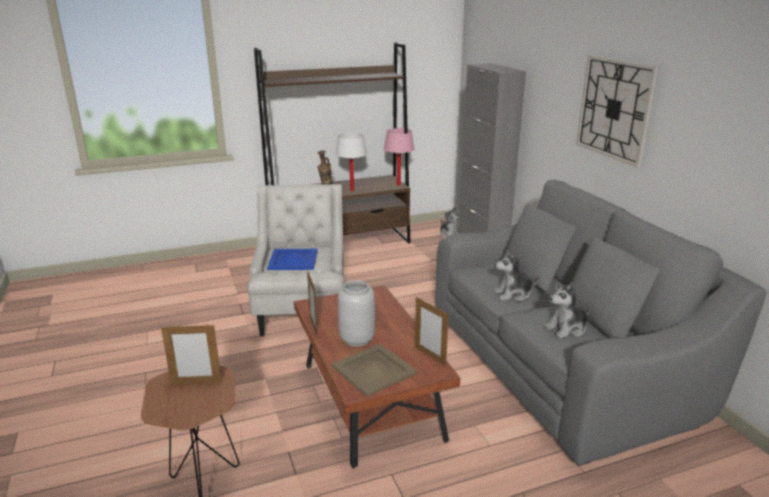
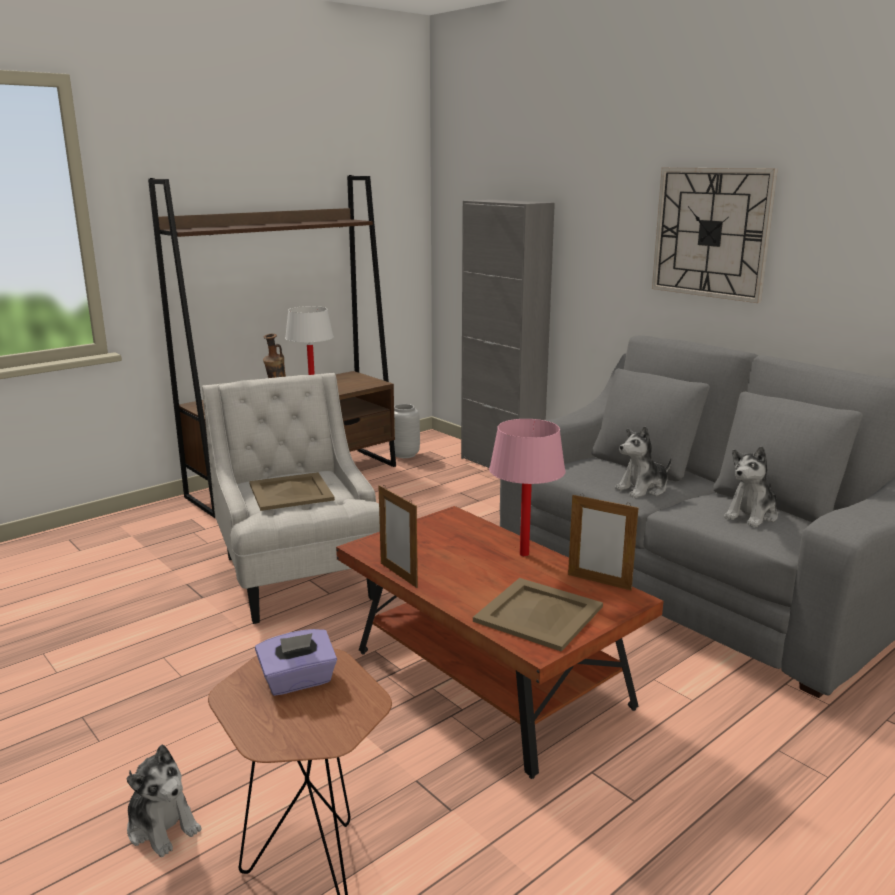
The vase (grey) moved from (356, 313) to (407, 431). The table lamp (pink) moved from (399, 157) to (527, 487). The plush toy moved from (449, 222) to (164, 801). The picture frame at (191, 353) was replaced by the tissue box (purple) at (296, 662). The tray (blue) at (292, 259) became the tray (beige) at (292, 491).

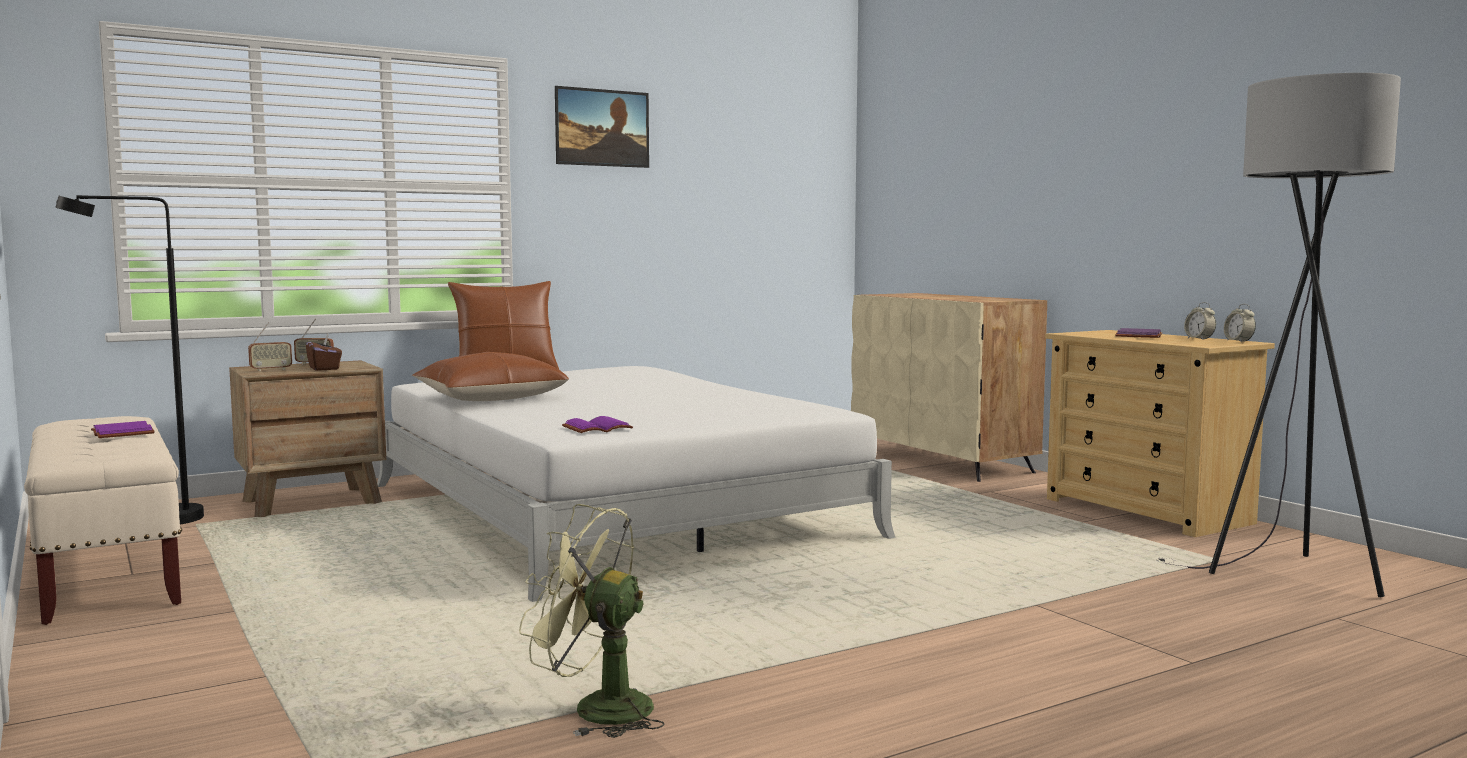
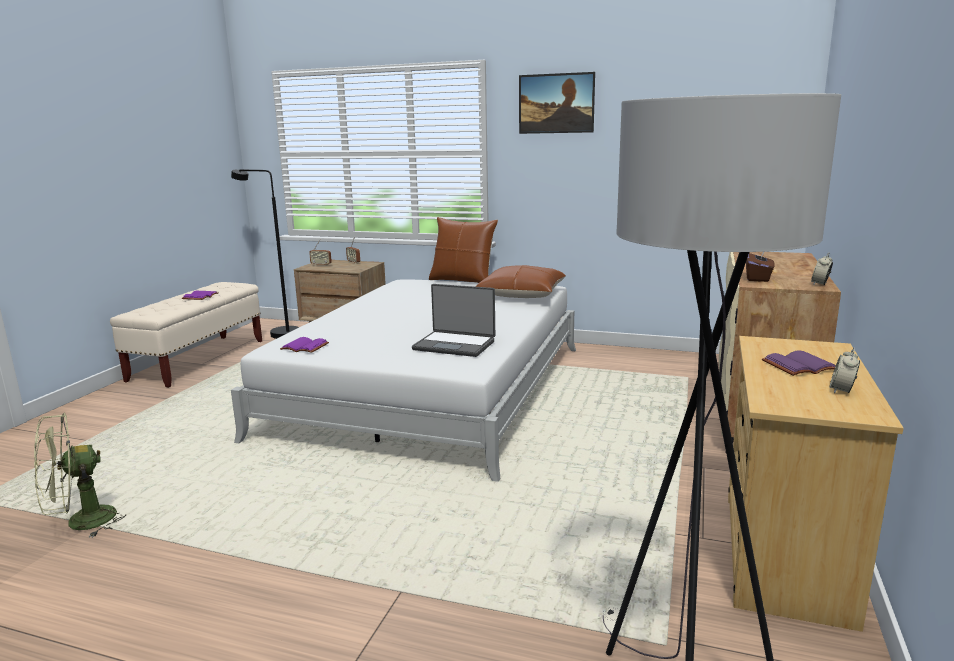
The laptop at (453, 320) appeared. The tissue box (brown) moved from (324, 352) to (760, 267). The pillow (brown) moved from (490, 376) to (521, 281). The alarm clock moved from (1240, 323) to (822, 268). The fan (green) at (592, 621) turned 105 degrees counterclockwise.

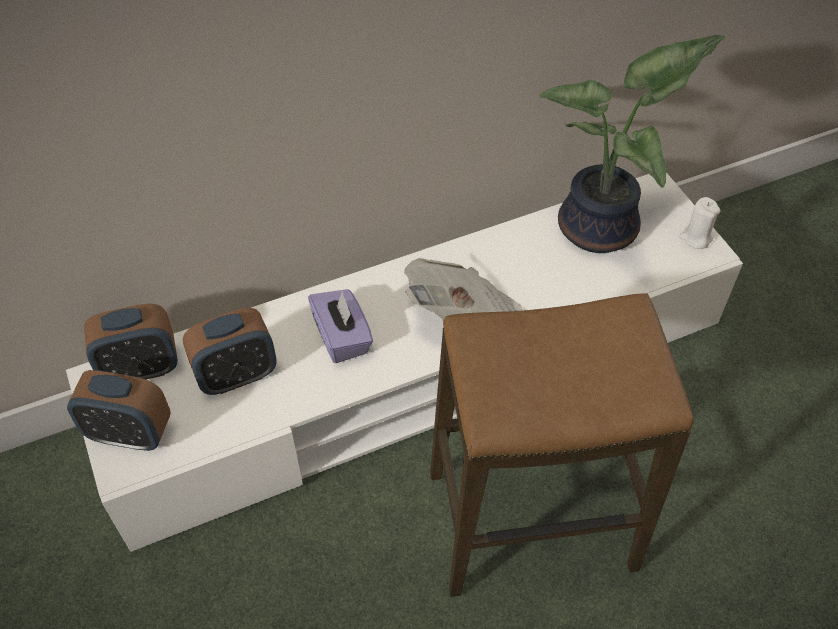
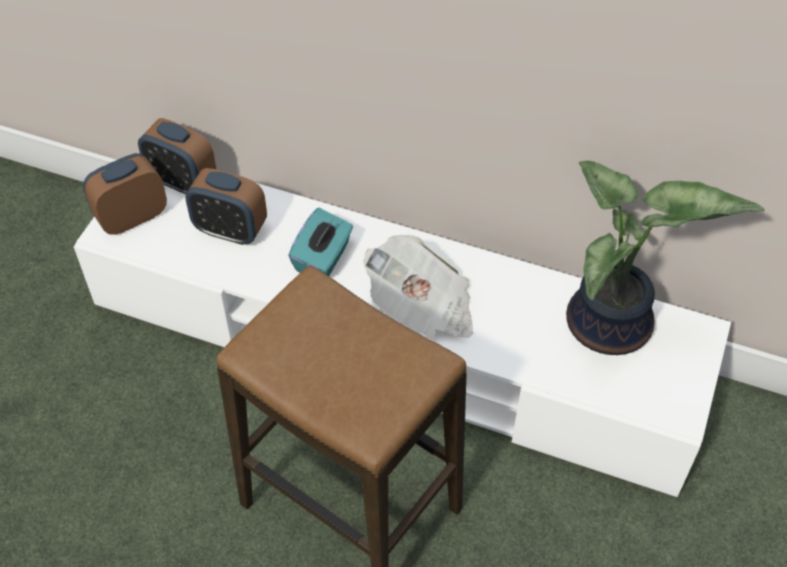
The candle (white) at (700, 223) disappeared. The tissue box (purple) at (340, 326) became the tissue box (turquoise) at (320, 242). The alarm clock at (119, 410) turned 90 degrees clockwise.

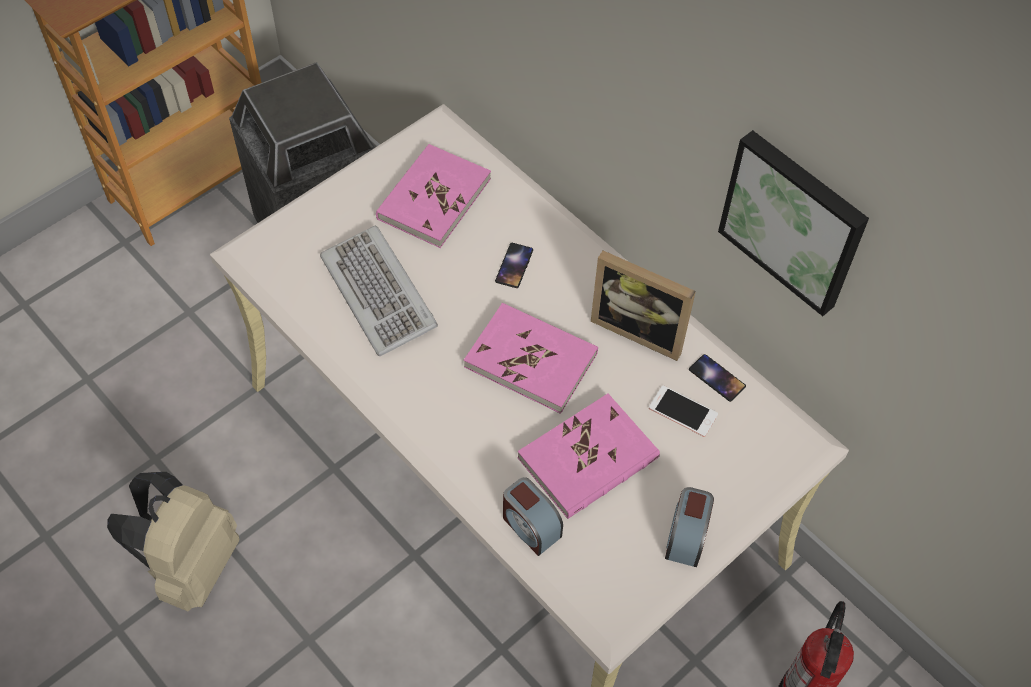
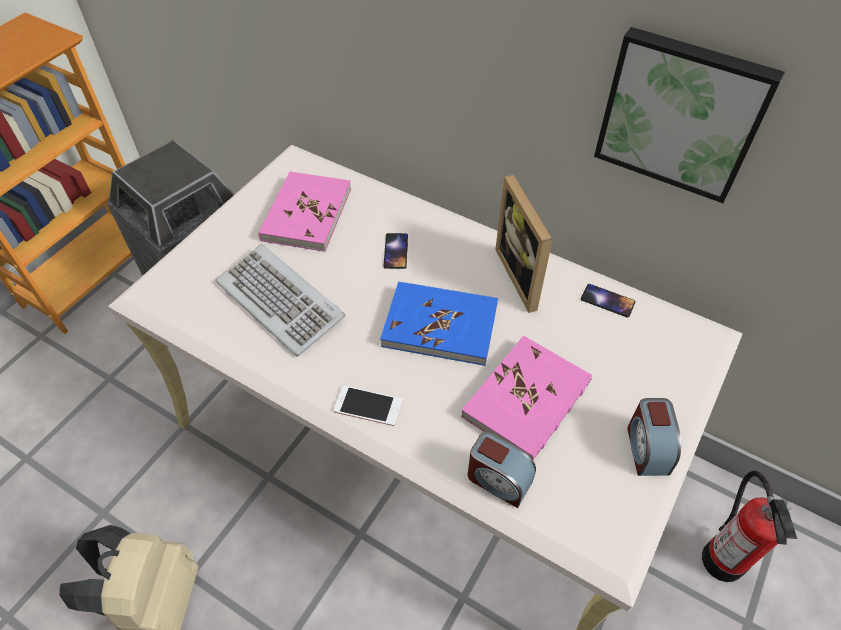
The phone moved from (683, 411) to (368, 406). The book (pink) at (531, 358) became the book (blue) at (439, 324). The picture frame at (643, 306) turned 60 degrees clockwise.

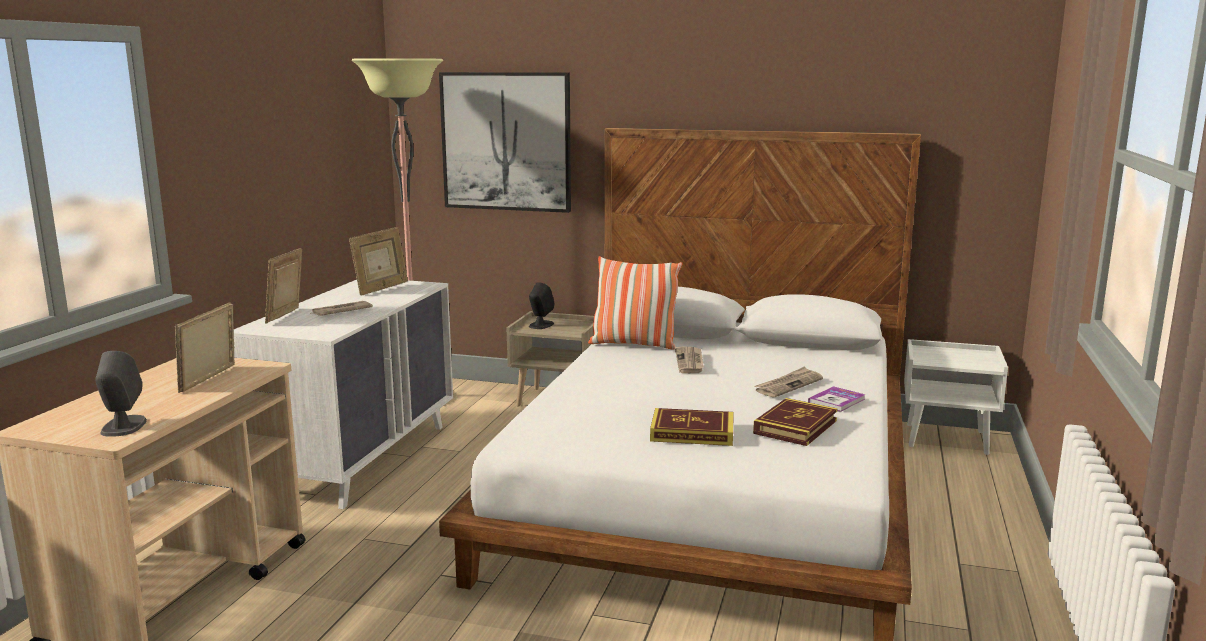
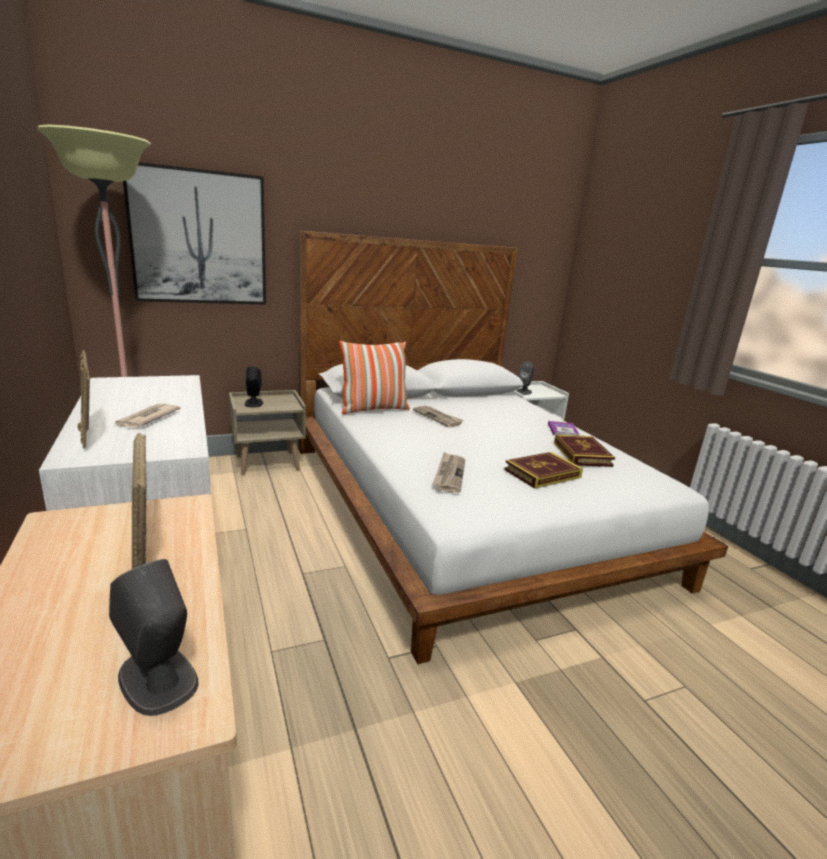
The picture frame at (378, 261) disappeared. The speaker (grey) at (525, 378) appeared. The newspaper moved from (788, 381) to (449, 472).

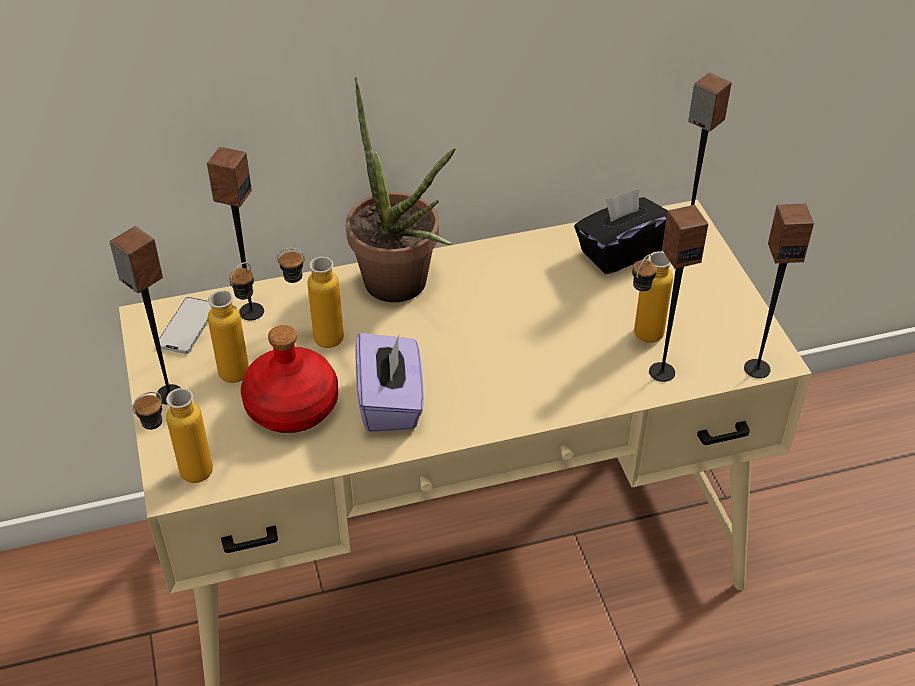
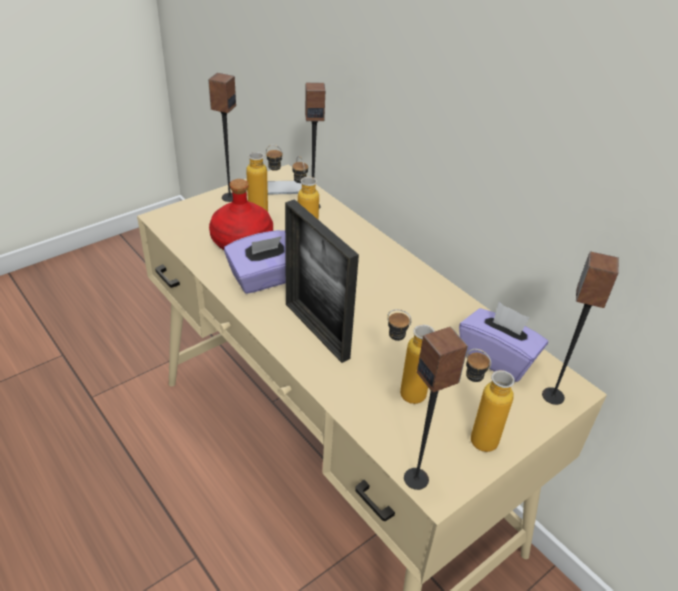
The potted plant at (401, 190) disappeared. The speaker at (678, 293) disappeared. The picture frame at (322, 281) appeared. The bottle moved from (172, 435) to (490, 400). The tissue box (black) at (621, 231) became the tissue box (purple) at (503, 342).

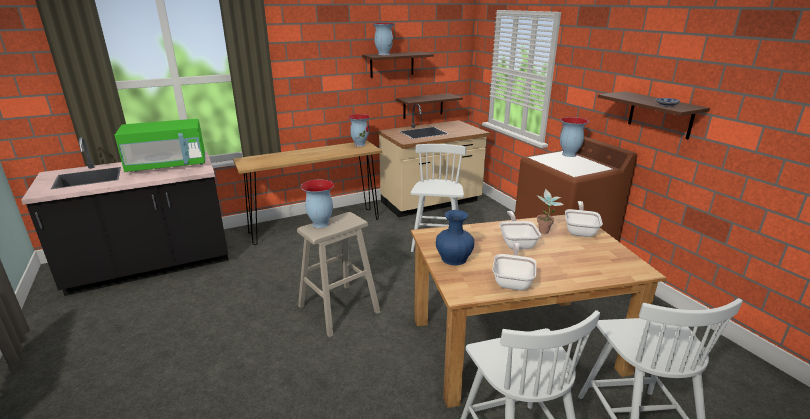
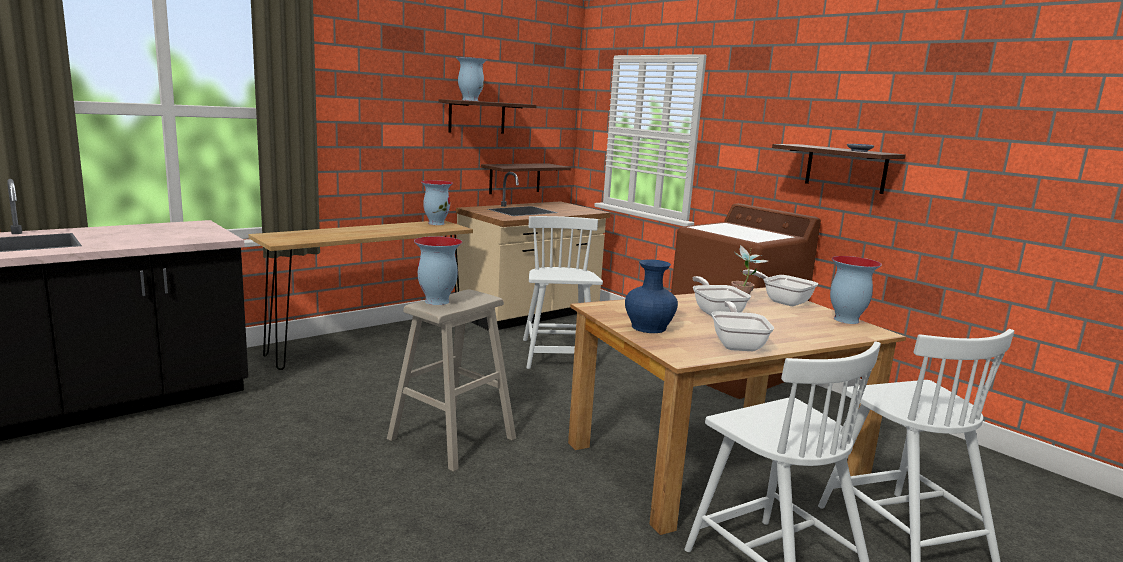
The microwave (green) at (160, 145) disappeared. The vase moved from (574, 137) to (856, 290). The frying pan at (584, 219) turned 45 degrees counterclockwise.

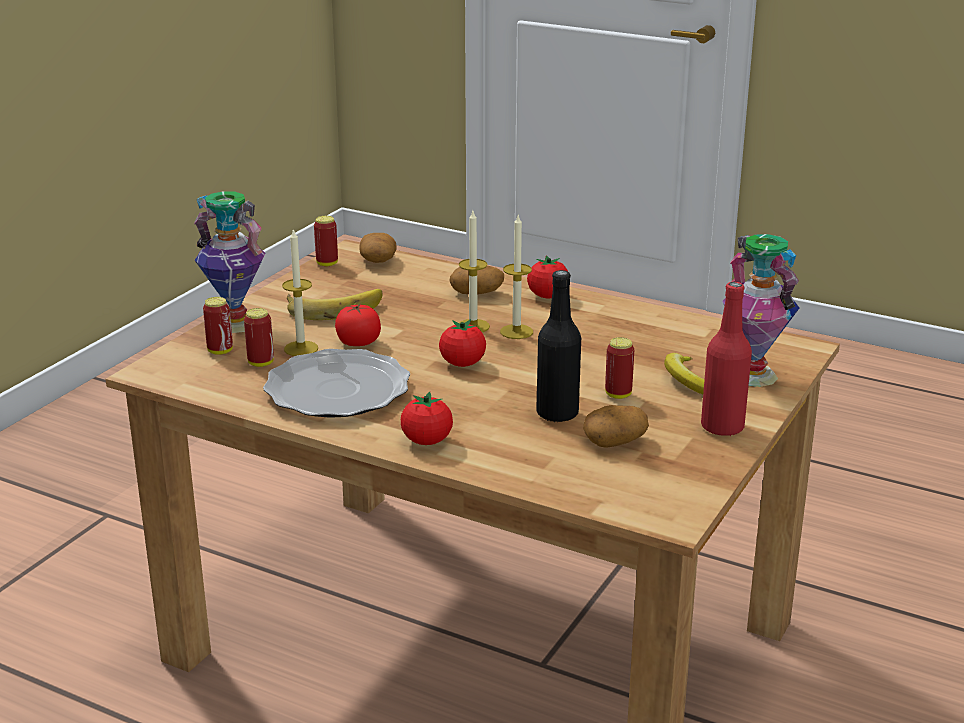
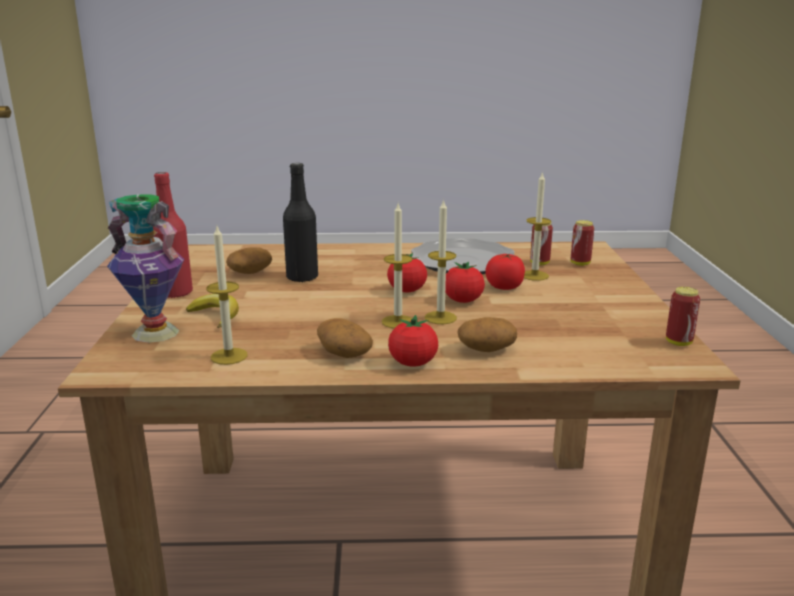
The vase at (229, 262) disappeared. The banana at (335, 304) disappeared. The can at (619, 368) disappeared. The candle at (227, 294) appeared. The potato moved from (378, 248) to (345, 338). The tomato moved from (427, 418) to (465, 282).

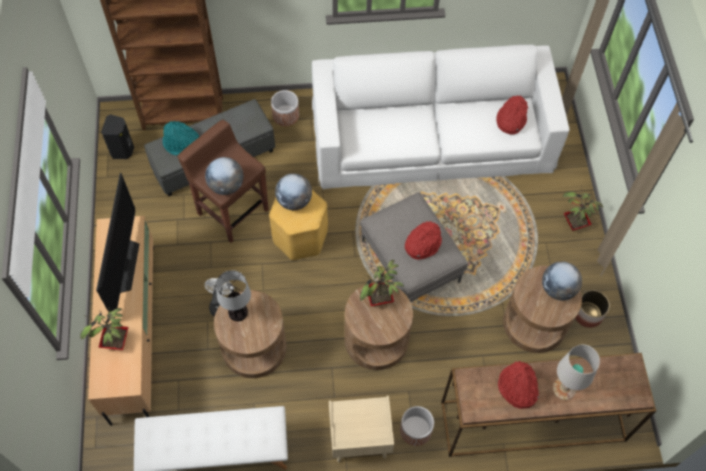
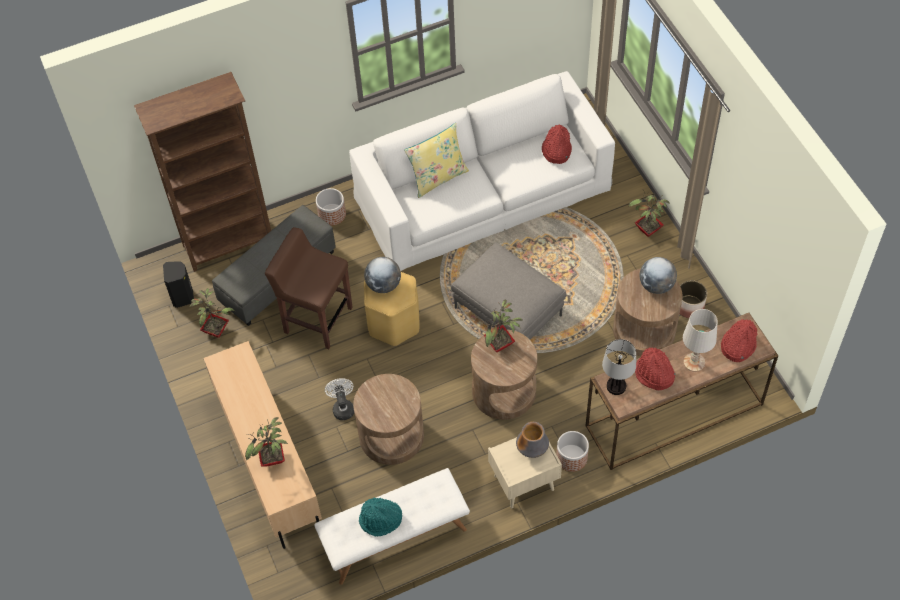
The television at (117, 245) disappeared. The globe at (224, 176) disappeared. The potted plant at (212, 313) appeared. The pillow (yellow) at (436, 160) appeared. The vase at (532, 440) appeared. The hat (turquoise) moved from (181, 138) to (380, 516). The table lamp moved from (233, 295) to (619, 367). The hat (red) moved from (423, 240) to (739, 340).

